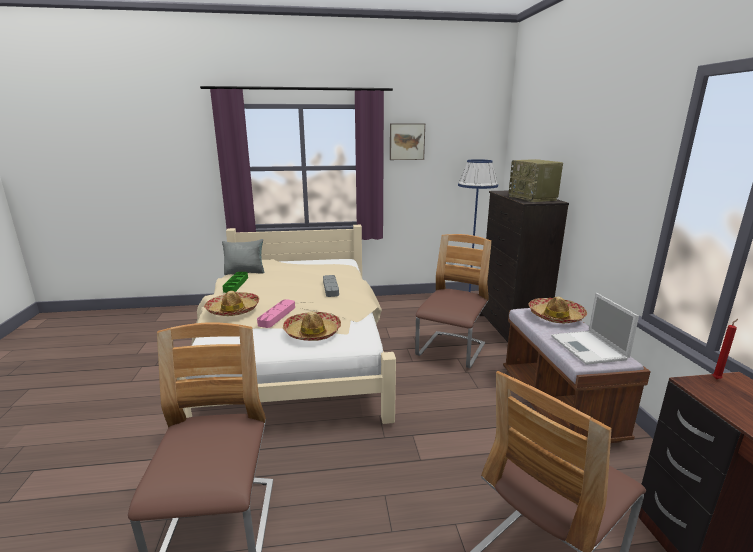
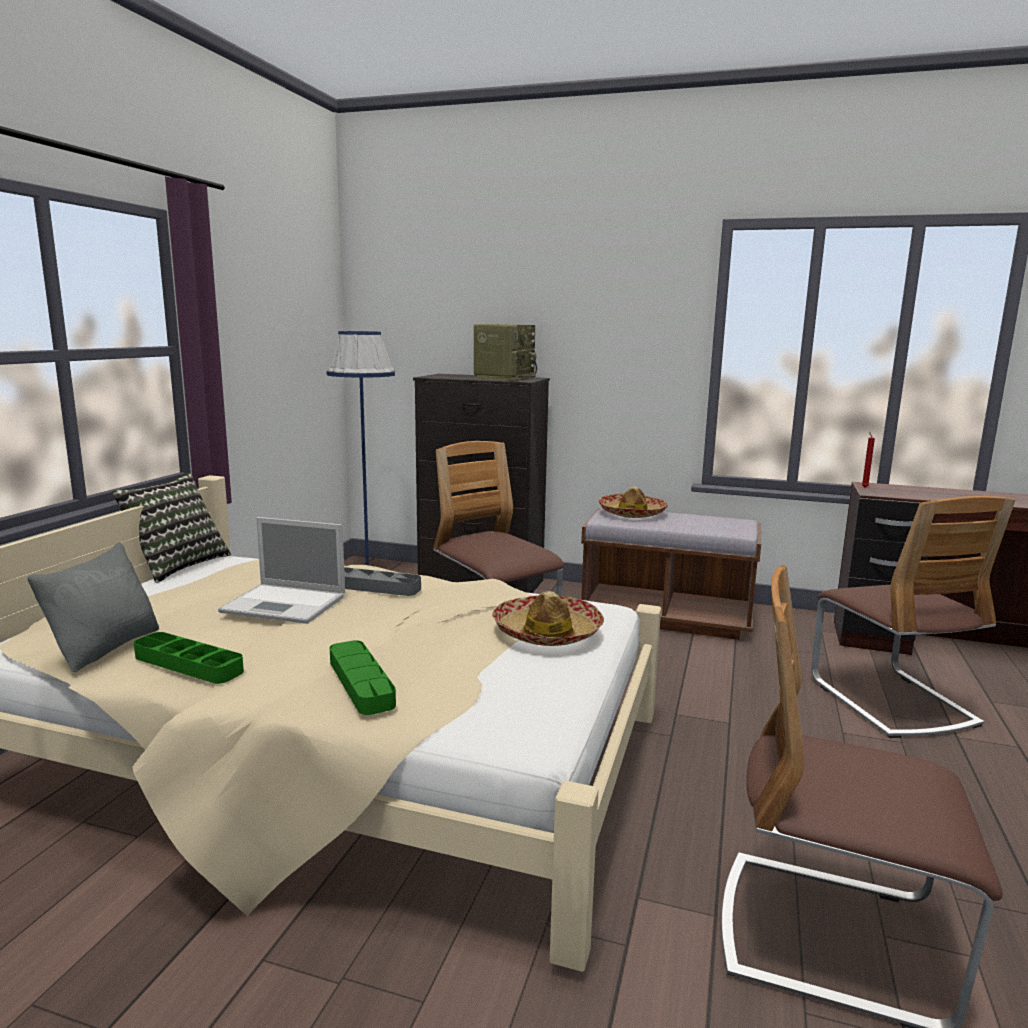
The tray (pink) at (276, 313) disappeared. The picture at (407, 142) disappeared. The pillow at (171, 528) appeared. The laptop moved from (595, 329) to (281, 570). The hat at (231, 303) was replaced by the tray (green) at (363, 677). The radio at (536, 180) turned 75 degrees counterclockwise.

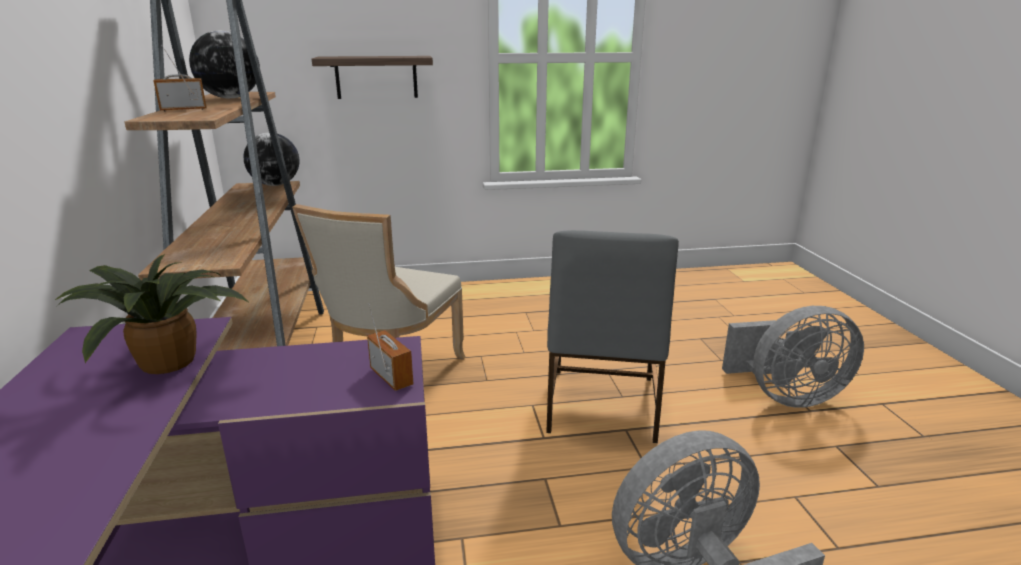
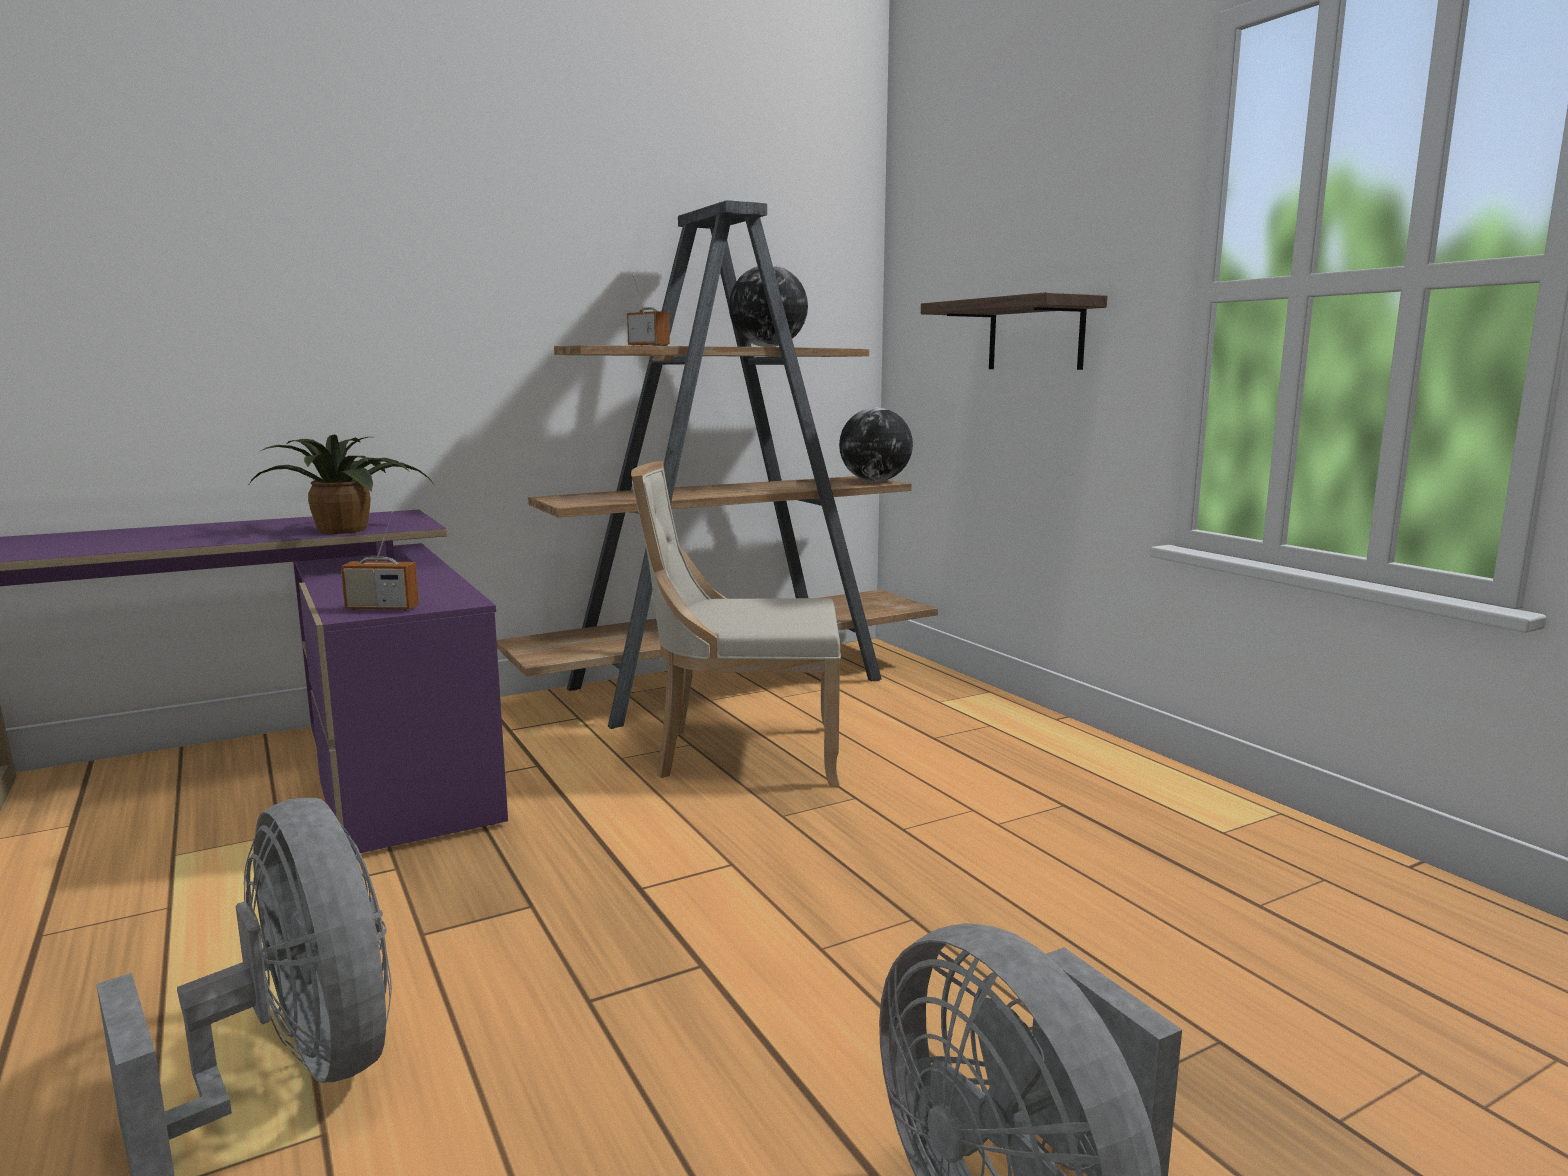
The chair (grey) at (612, 336) disappeared. The radio at (390, 347) turned 60 degrees clockwise.

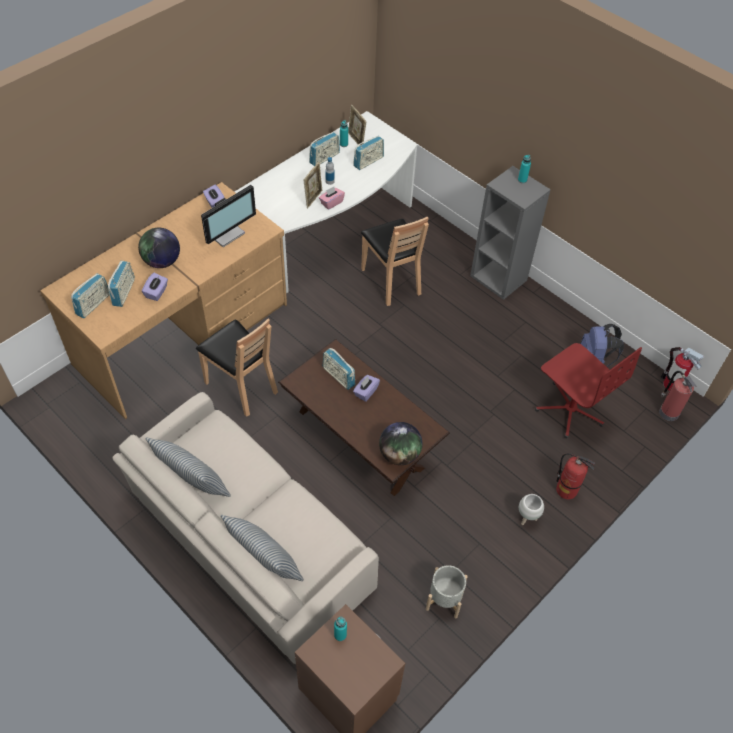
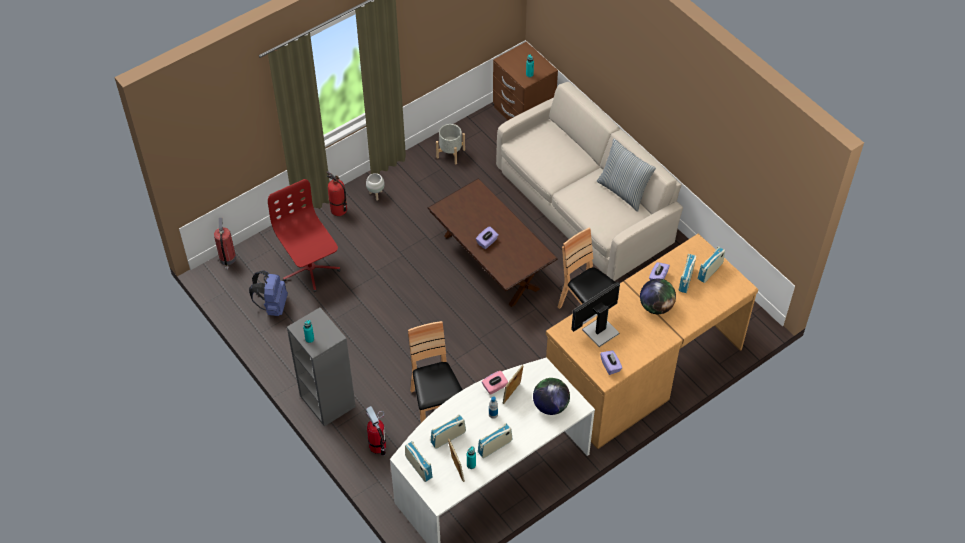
The pillow at (262, 548) disappeared. The radio moved from (339, 369) to (419, 461). The globe moved from (400, 443) to (551, 396). The fire extinguisher moved from (682, 369) to (376, 431).

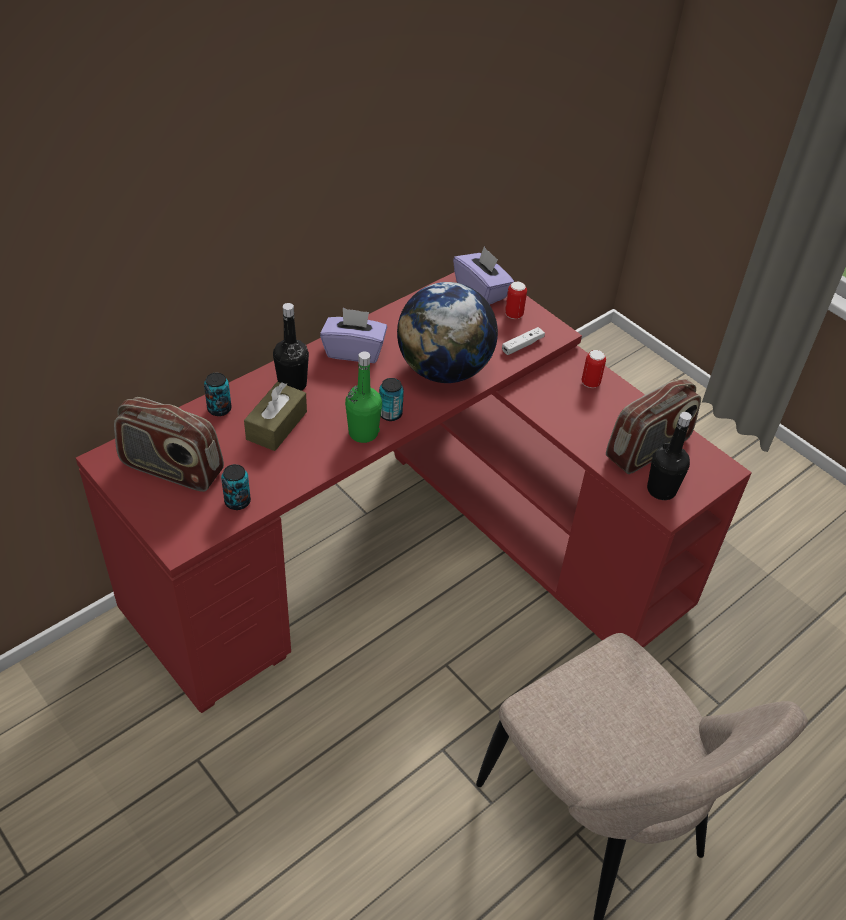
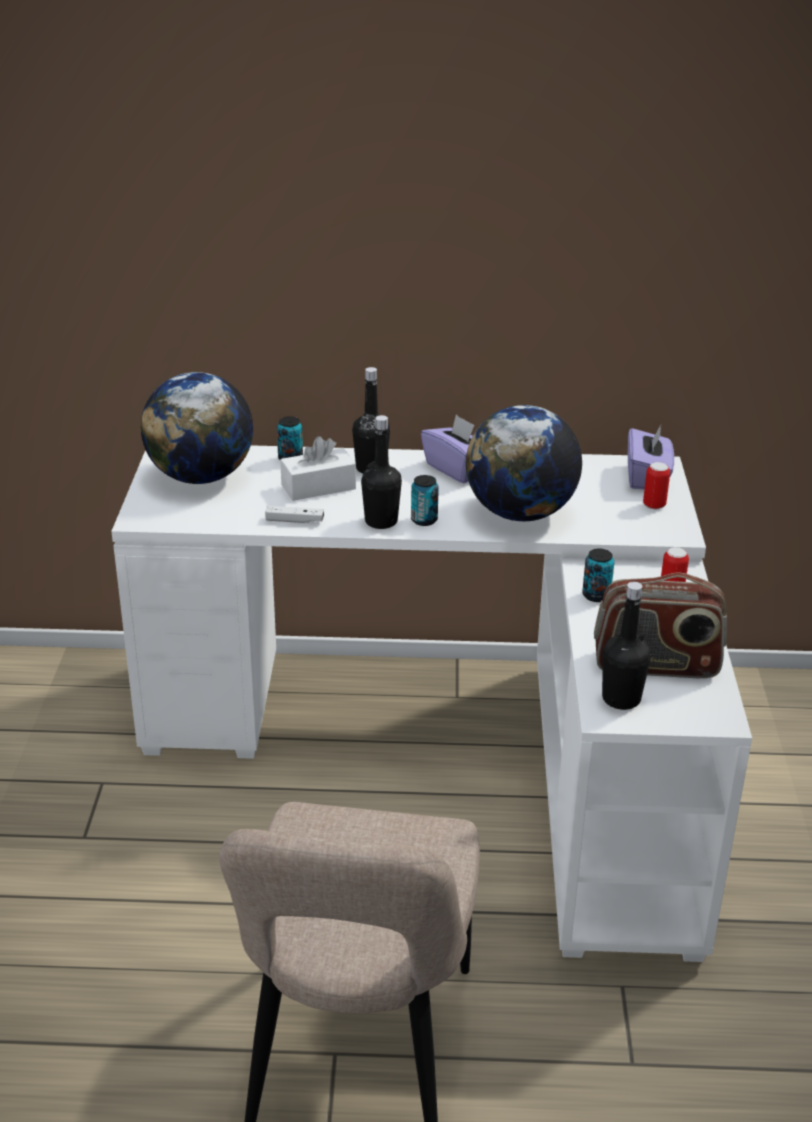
The can moved from (236, 487) to (598, 575). The game controller (white) moved from (523, 341) to (294, 514). The radio at (169, 444) was replaced by the globe at (197, 428). The desk (red) at (414, 492) became the desk (white) at (431, 703). The tissue box (brown) at (275, 416) became the tissue box (white) at (318, 468). The bottle (green) at (363, 397) became the bottle (black) at (381, 472).

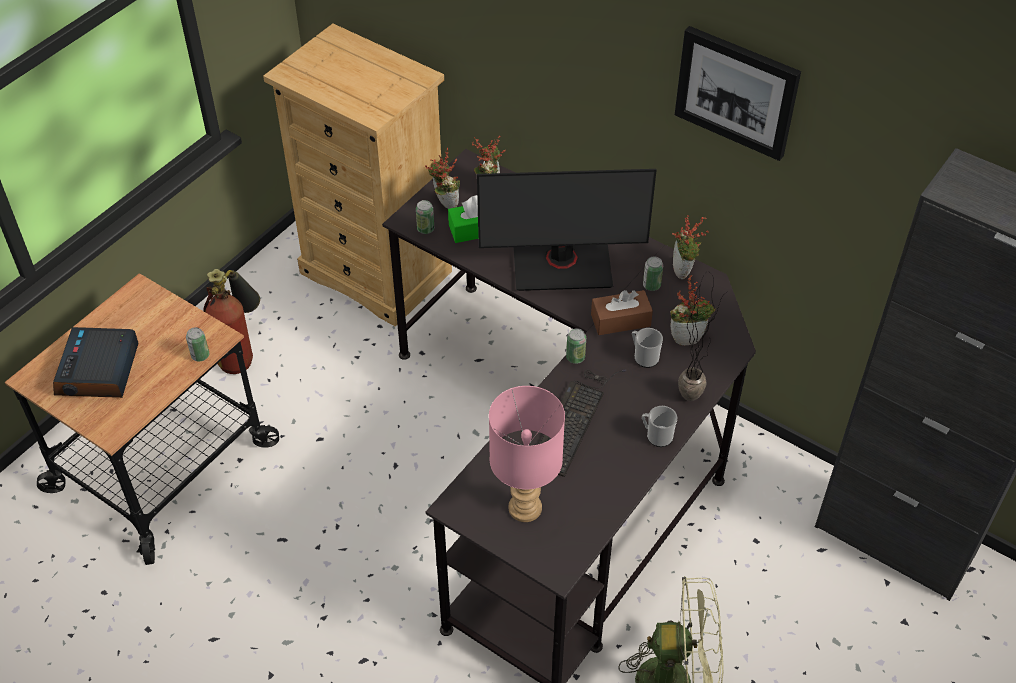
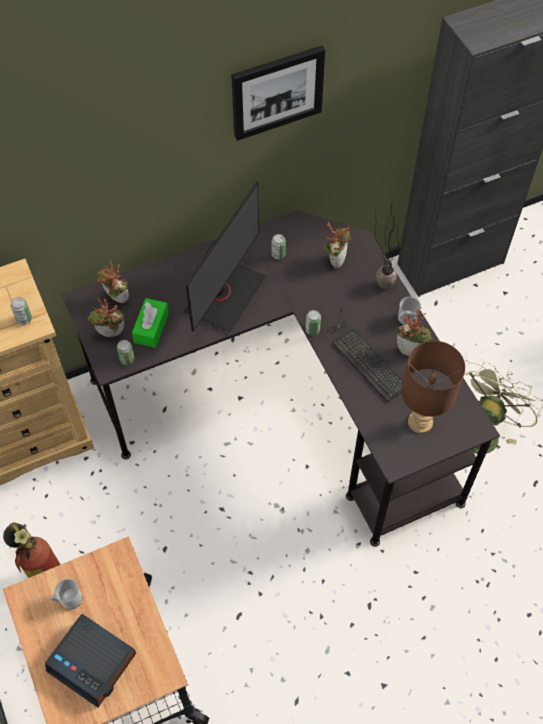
The tissue box (brown) at (622, 312) disappeared. The can moved from (197, 344) to (21, 311). The mug moved from (647, 348) to (66, 594). The potted plant moved from (690, 247) to (415, 331). The table lamp (pink) at (527, 454) became the table lamp (brown) at (433, 387).

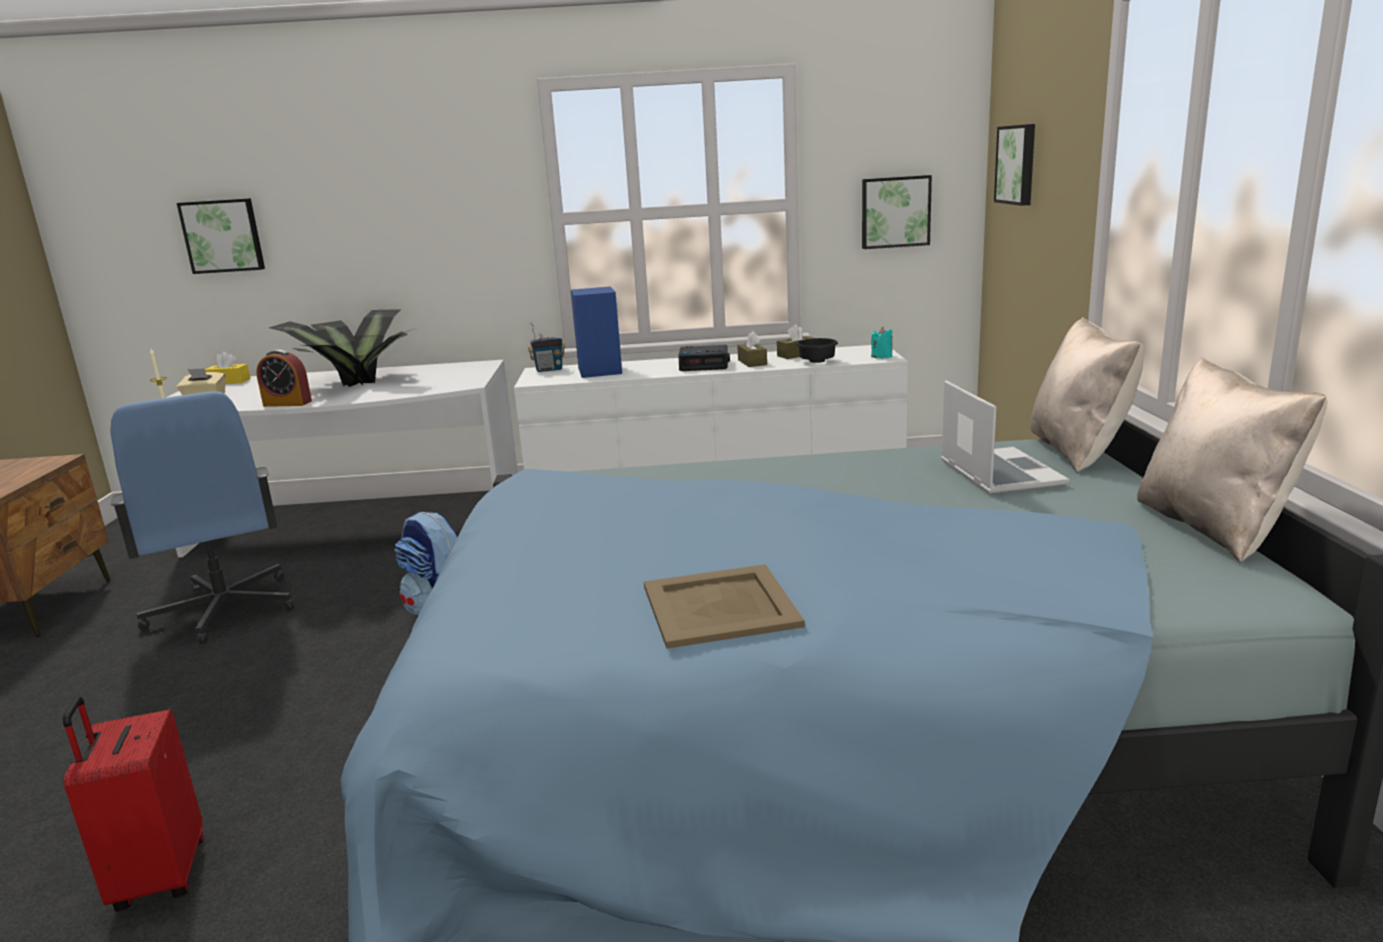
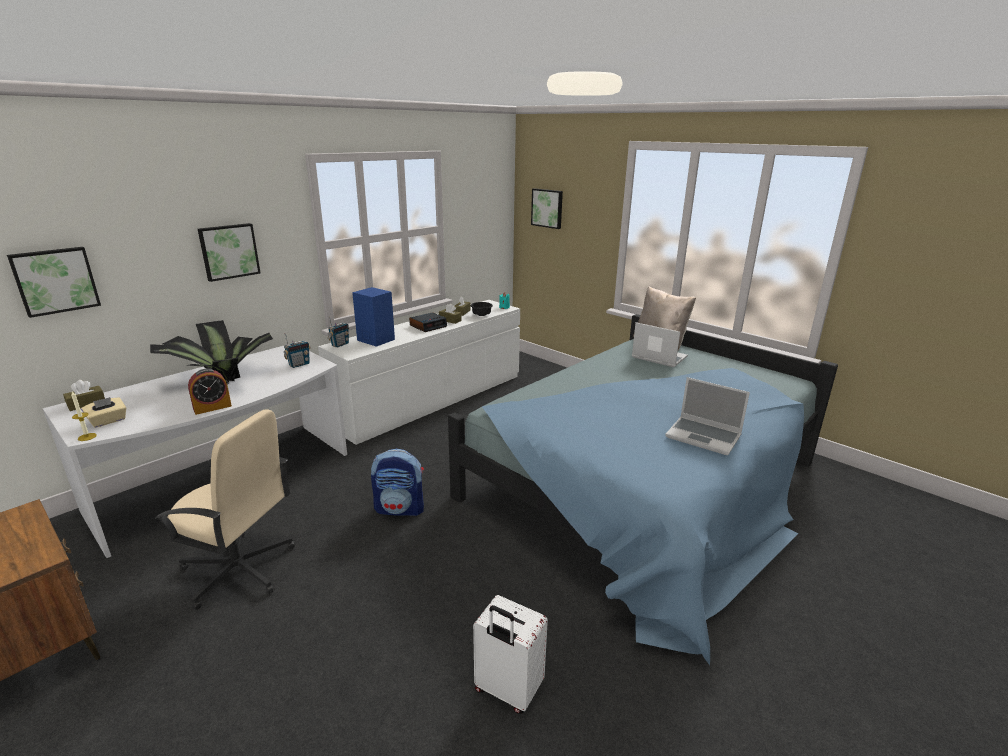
The pillow (beige) at (1232, 460) disappeared. The radio at (297, 350) appeared. The picture moved from (897, 212) to (229, 252). The tray (beige) at (724, 606) was replaced by the laptop at (707, 416). The suitcase (red) at (133, 804) became the suitcase (white) at (510, 654). The office chair (blue) at (202, 517) became the office chair (beige) at (225, 509). The tissue box (yellow) at (228, 368) became the tissue box (brown) at (84, 395).

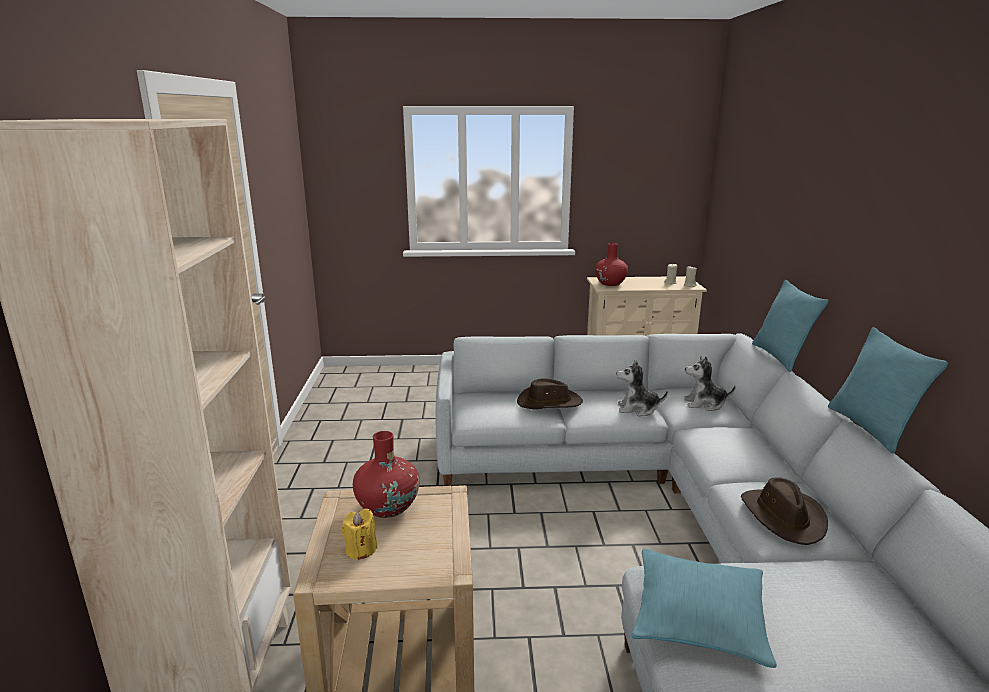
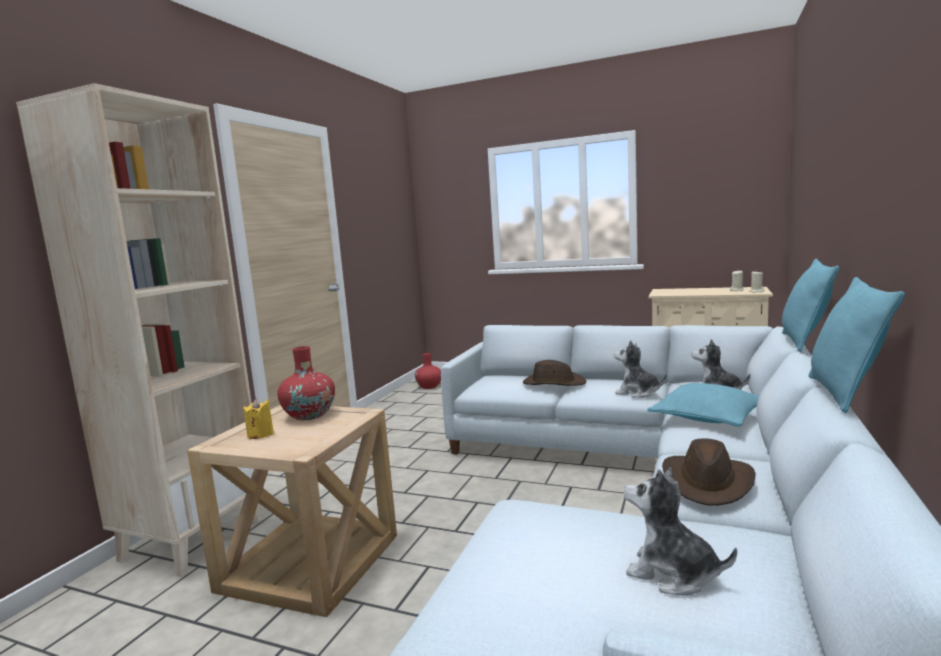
The plush toy at (680, 531) appeared. The vase (red) moved from (611, 264) to (428, 371). The pillow (turquoise) moved from (704, 608) to (703, 404).

